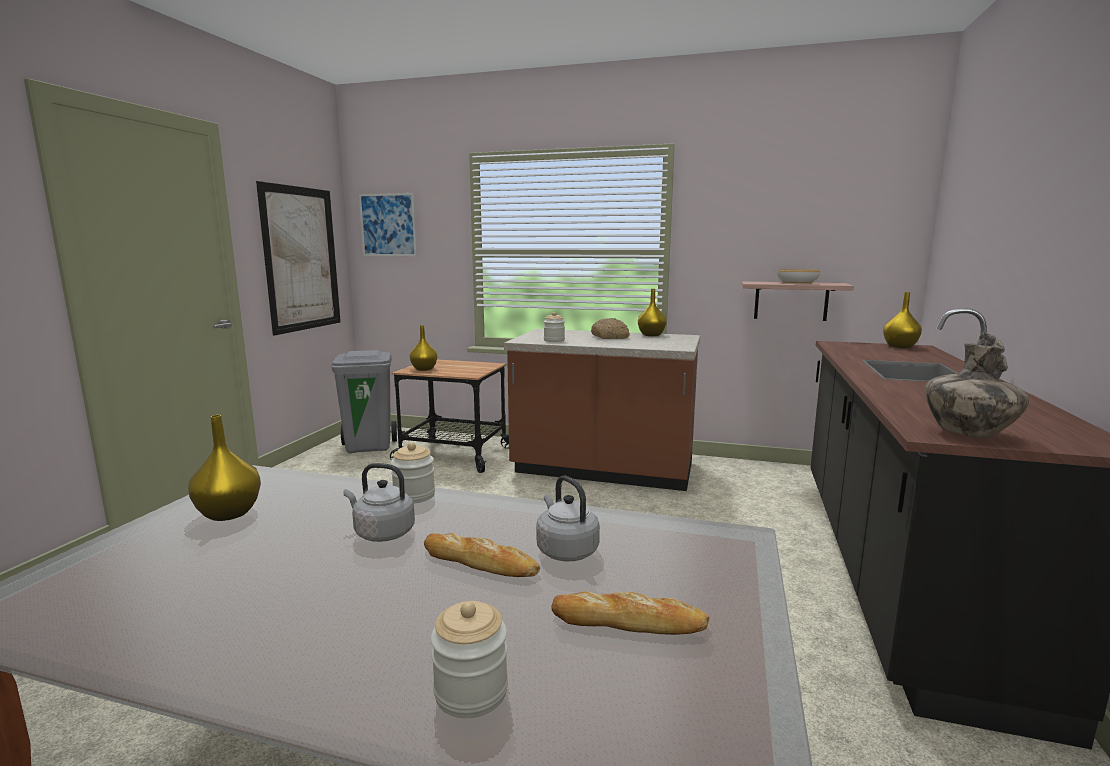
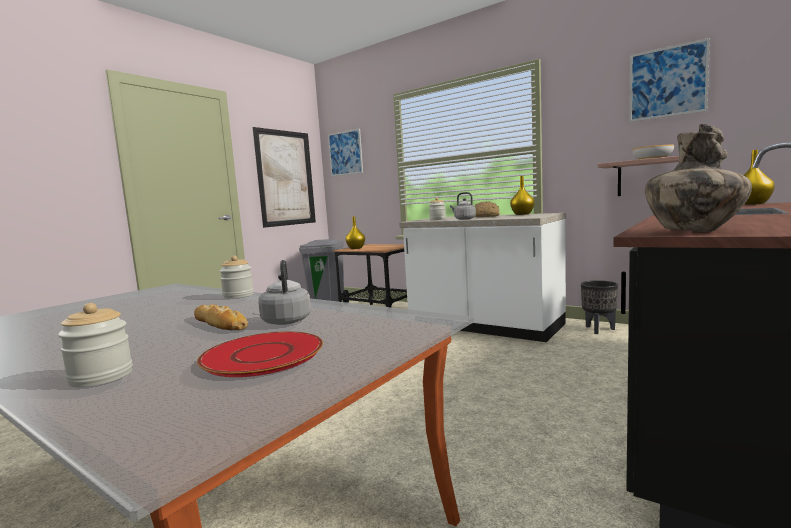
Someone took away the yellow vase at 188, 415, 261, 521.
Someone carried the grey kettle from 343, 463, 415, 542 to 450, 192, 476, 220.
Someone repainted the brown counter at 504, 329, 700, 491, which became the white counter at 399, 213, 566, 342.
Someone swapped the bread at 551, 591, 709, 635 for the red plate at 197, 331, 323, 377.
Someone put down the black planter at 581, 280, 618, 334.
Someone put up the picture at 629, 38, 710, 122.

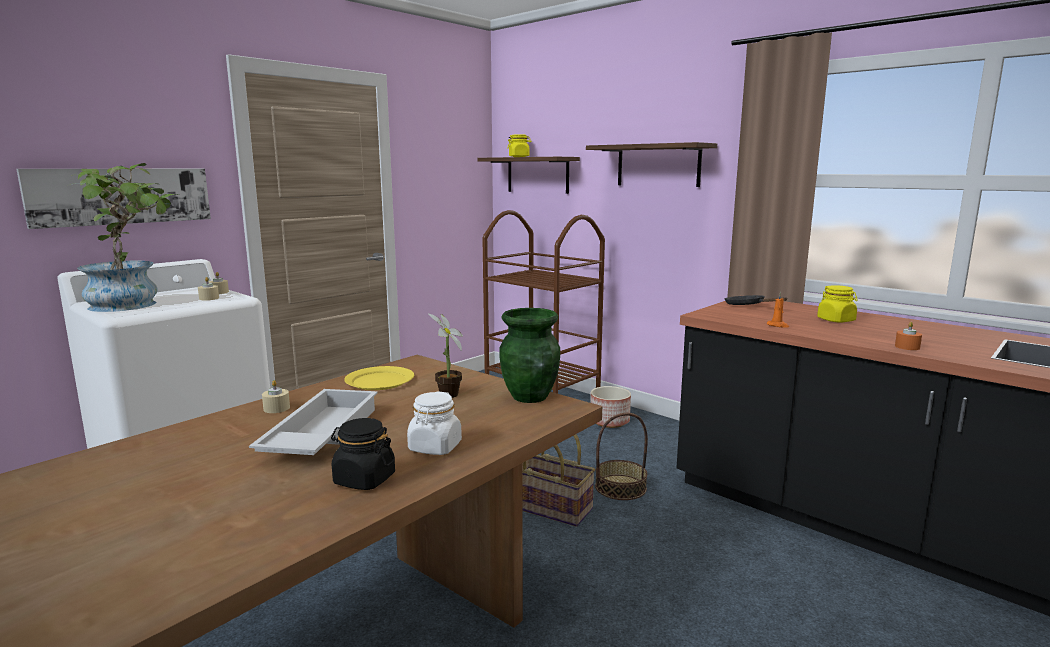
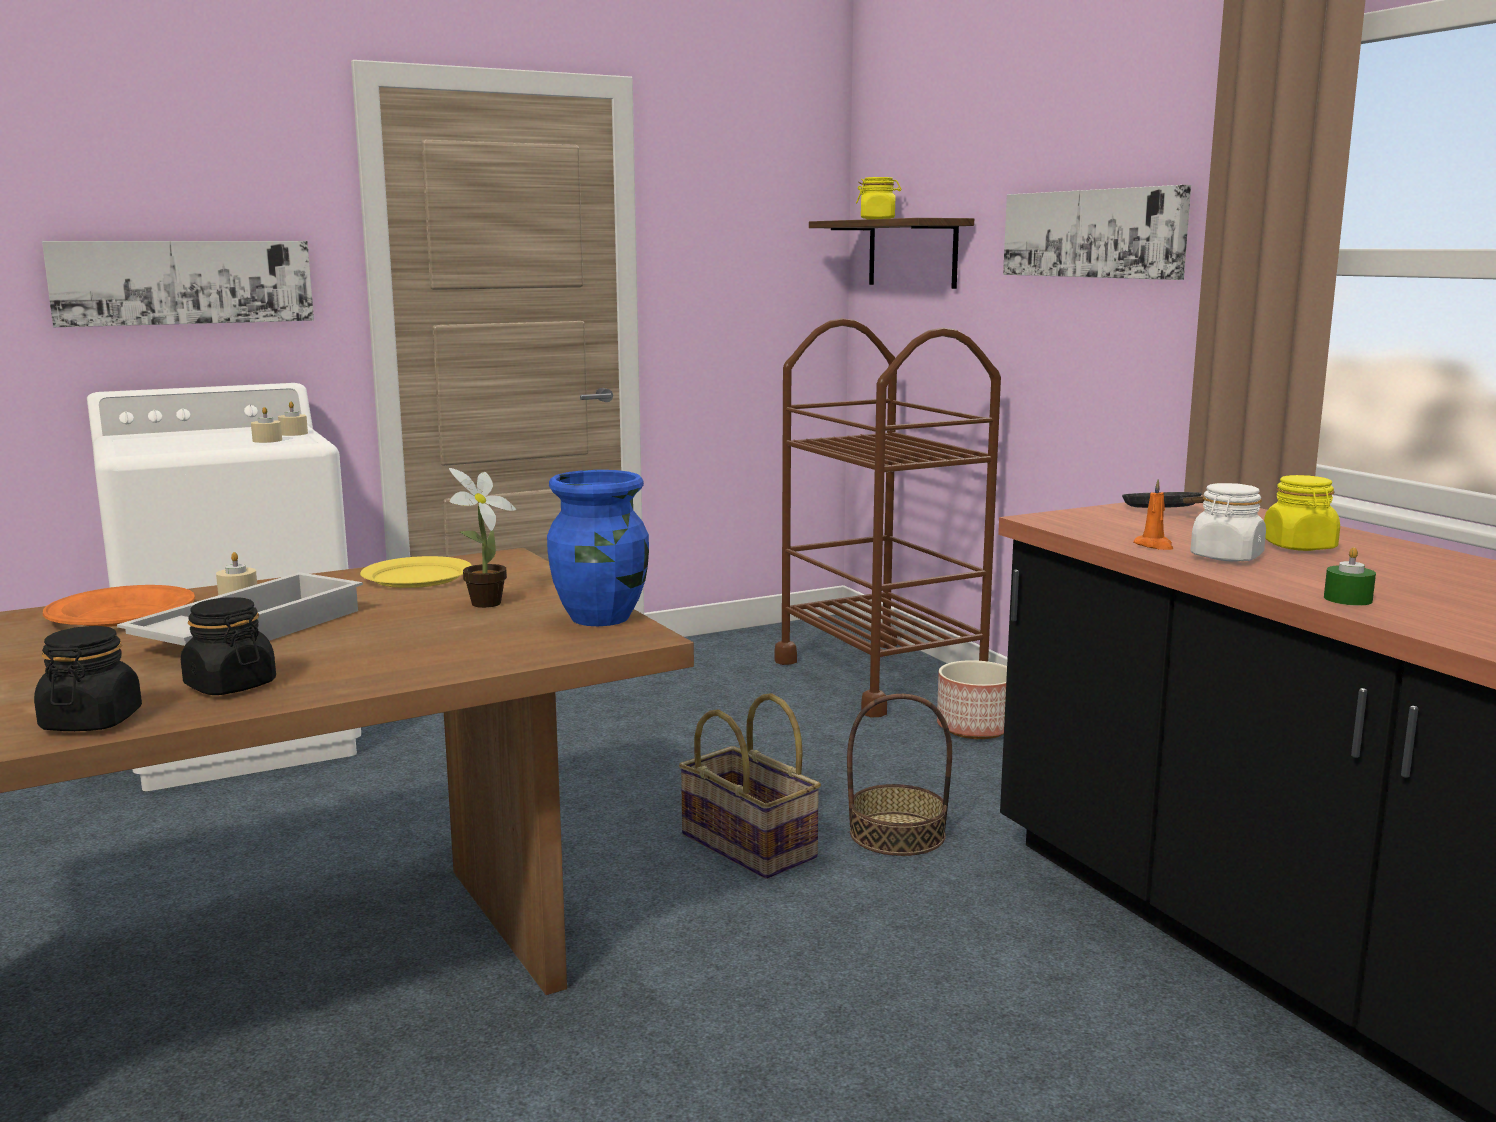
Someone took away the potted plant at 70, 163, 179, 312.
Someone carried the white jar from 407, 391, 462, 455 to 1190, 483, 1266, 561.
Someone repainted the green vase at 500, 308, 560, 403, which became the blue vase at 547, 470, 649, 626.
Someone swapped the shelf at 586, 142, 717, 187 for the picture at 1003, 185, 1191, 280.
Someone repainted the orange candle at 895, 322, 922, 350, which became the green candle at 1324, 547, 1376, 606.
Someone put down the black jar at 34, 626, 142, 731.
Someone put down the orange plate at 43, 585, 195, 627.

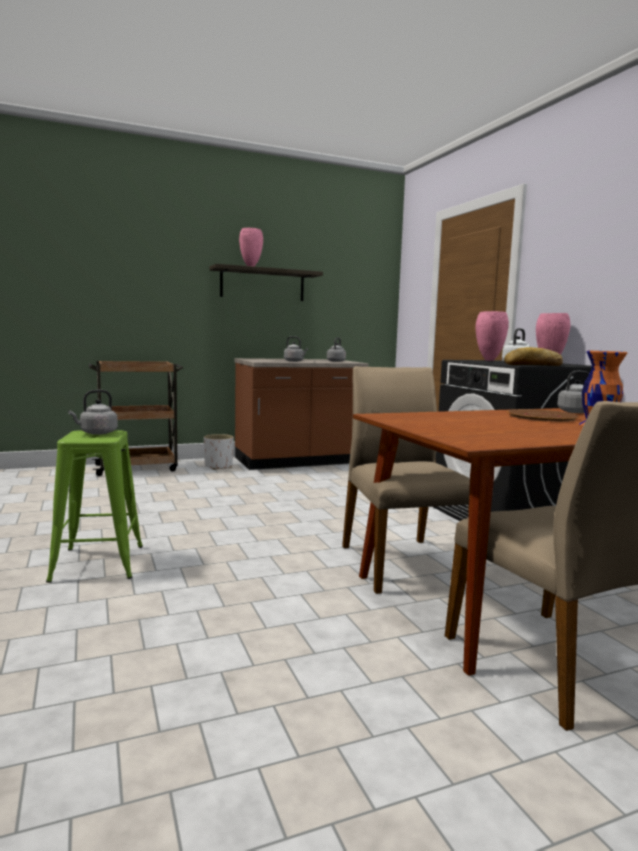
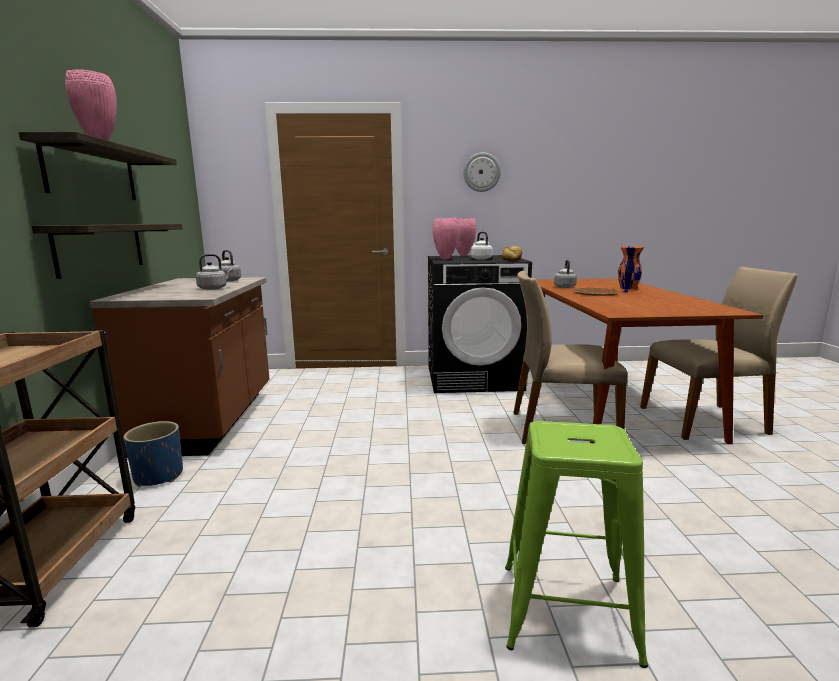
Someone took away the grey kettle at 68, 390, 118, 435.
Someone repainted the white planter at 204, 434, 234, 470, which became the blue planter at 123, 421, 183, 487.
Someone put up the shelf at 32, 224, 182, 279.
Someone put up the wall clock at 464, 152, 501, 192.

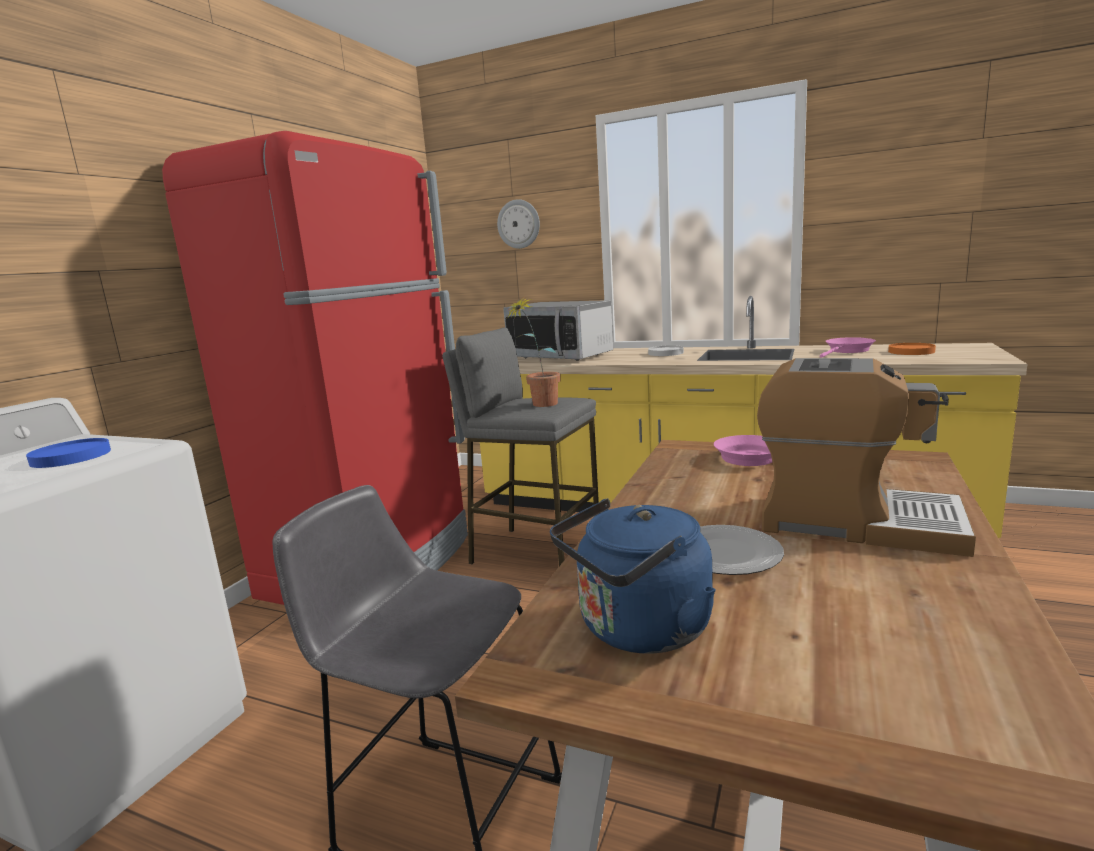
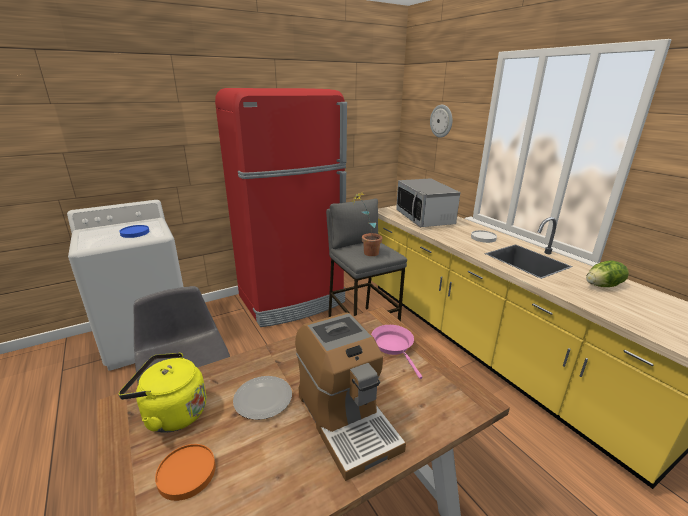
Someone repainted the blue kettle at 550, 498, 716, 653, which became the yellow kettle at 119, 353, 206, 433.
Someone swapped the pink frying pan at 820, 337, 876, 358 for the lettuce at 586, 261, 629, 287.
Someone carried the orange plate from 888, 343, 936, 355 to 155, 444, 216, 501.

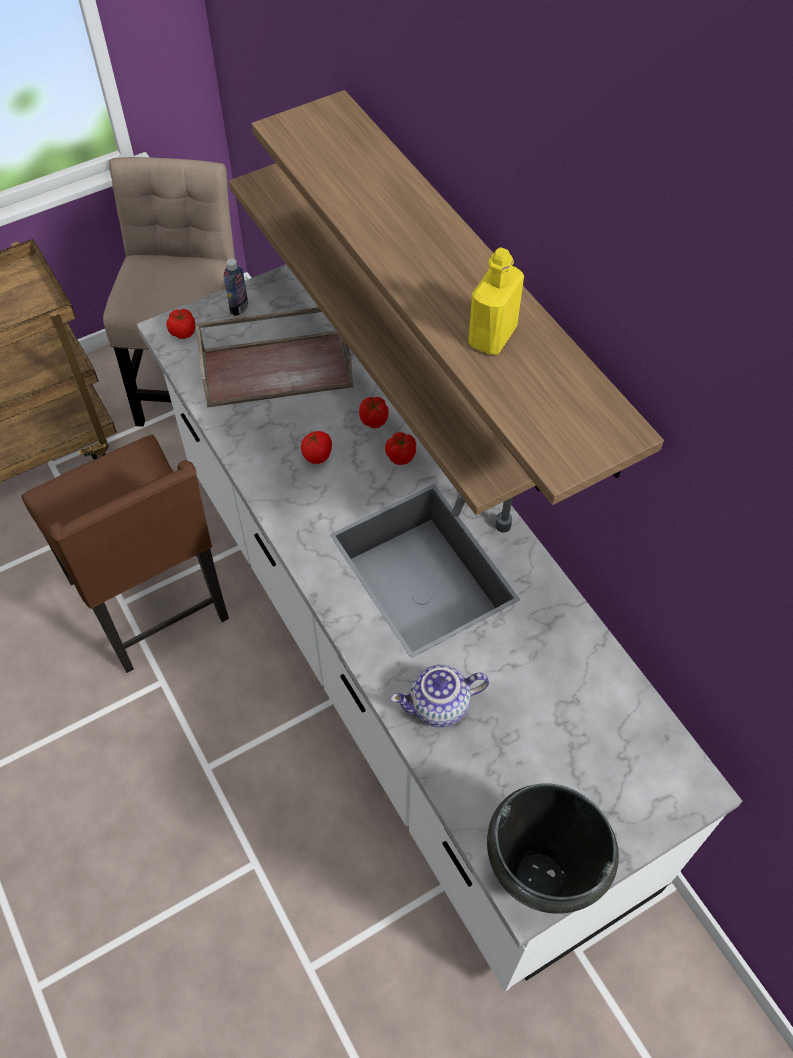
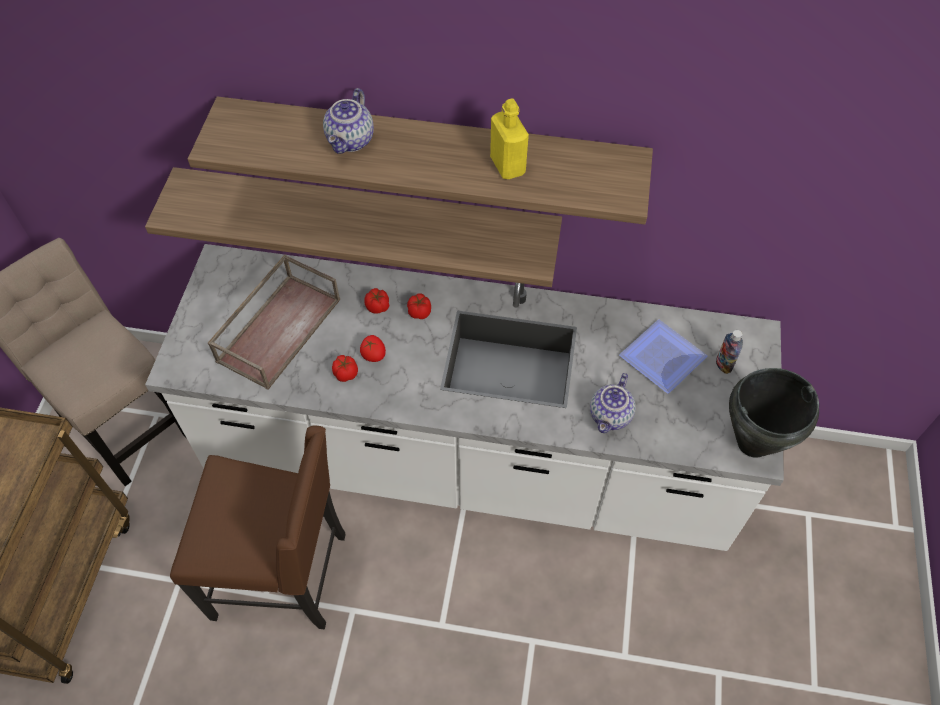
Someone carried the tomato from 166, 309, 195, 339 to 332, 355, 358, 382.
Someone carried the bottle from 224, 258, 248, 316 to 716, 330, 743, 374.
Someone put down the teapot at 323, 88, 374, 154.
Someone put down the plate at 619, 320, 707, 394.

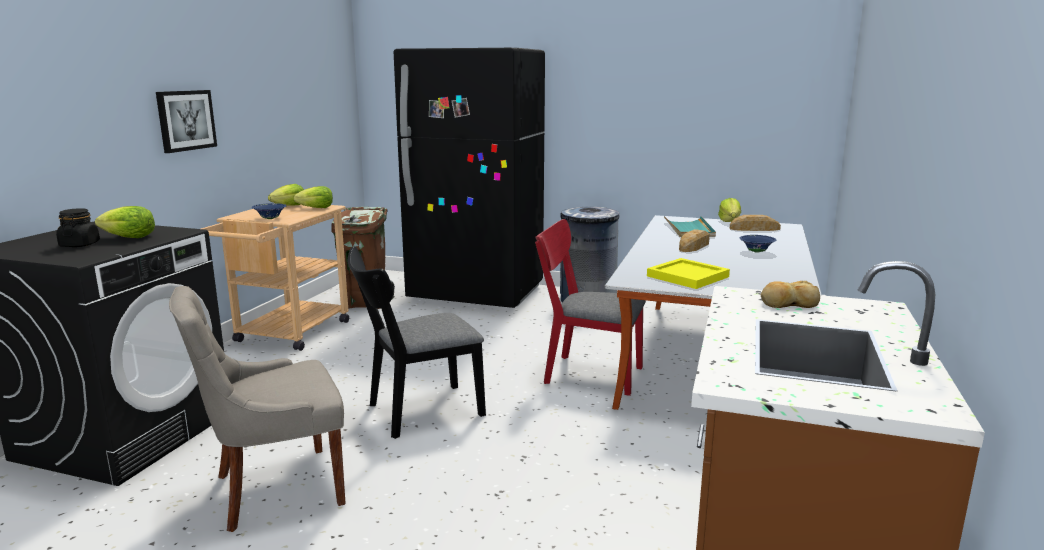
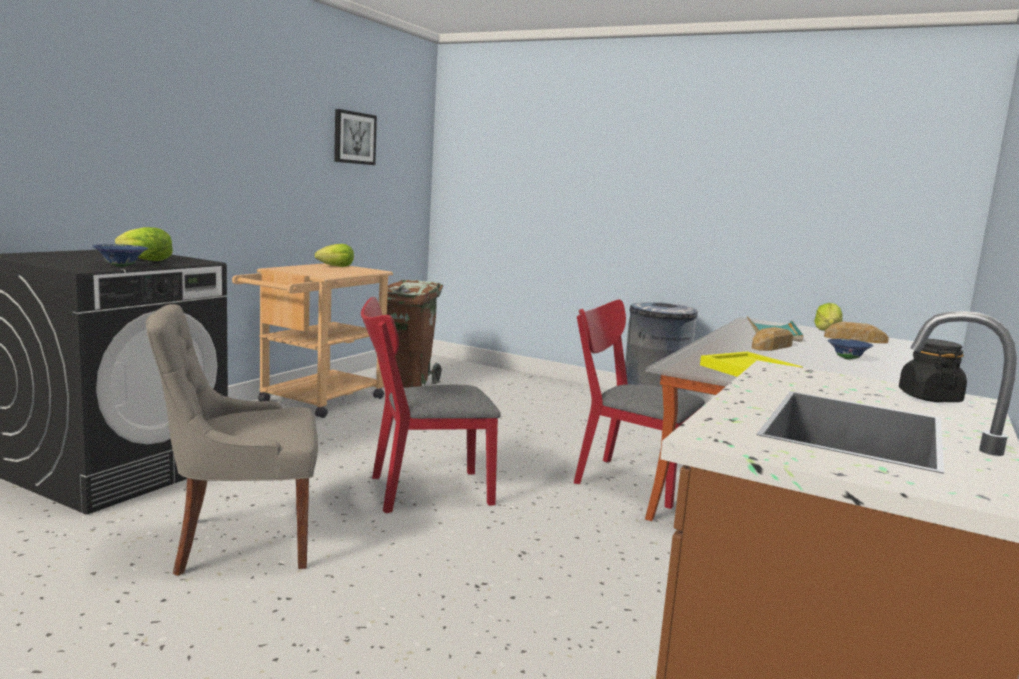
Someone carried the black jar from 56, 208, 100, 247 to 899, 339, 967, 402.
Someone carried the picture from 156, 90, 217, 153 to 334, 109, 377, 165.
Someone carried the blue bowl from 252, 203, 286, 219 to 92, 244, 148, 267.
Someone took away the lettuce at 293, 186, 333, 208.
Someone repainted the black chair at 348, 246, 486, 439, which became the red chair at 361, 297, 501, 513.
Someone took away the black fridge at 394, 48, 545, 308.
Someone took away the bread at 761, 281, 820, 308.

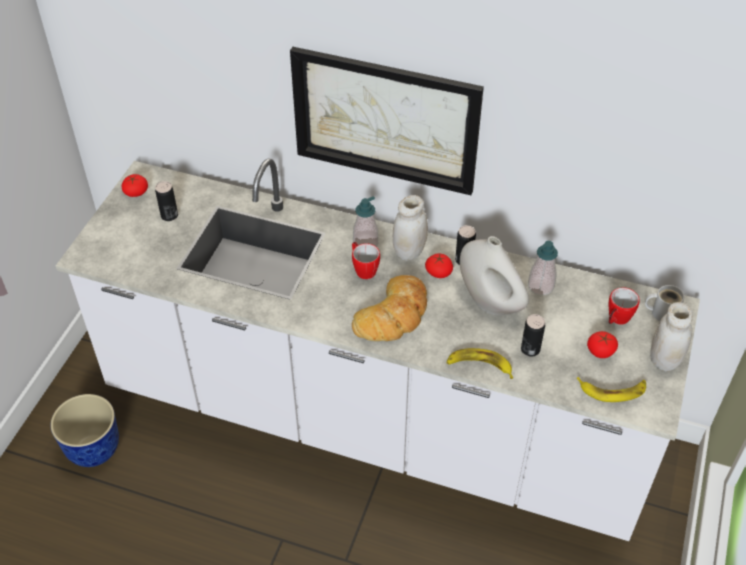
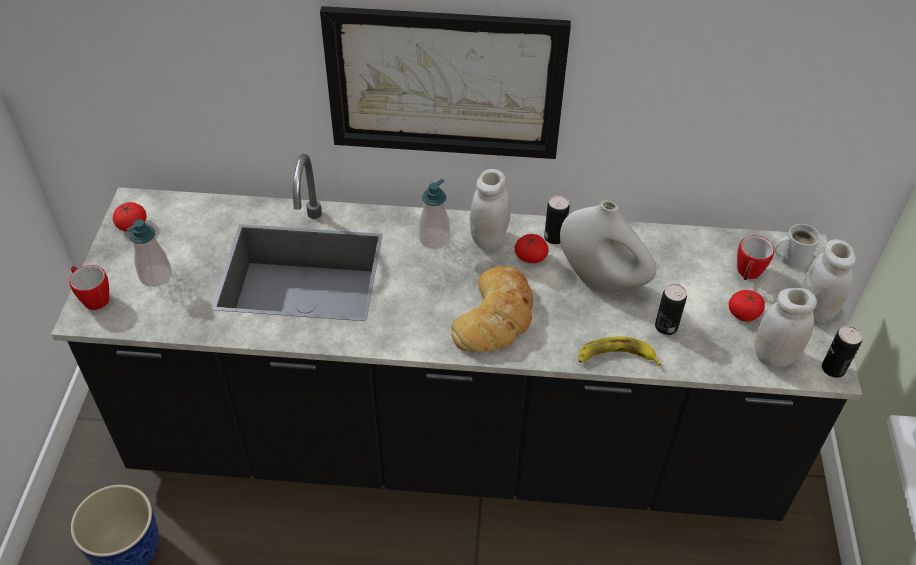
Someone repainted the white counter at 56, 158, 700, 541, which became the black counter at 51, 154, 862, 521.
Someone carried the can from 155, 181, 178, 221 to 822, 326, 862, 378.
Someone carried the mug from 352, 242, 380, 279 to 69, 265, 109, 310.
Someone carried the soap dispenser from 528, 241, 558, 295 to 126, 219, 172, 287.
Someone swapped the banana at 577, 377, 646, 402 for the white jar at 755, 288, 817, 367.

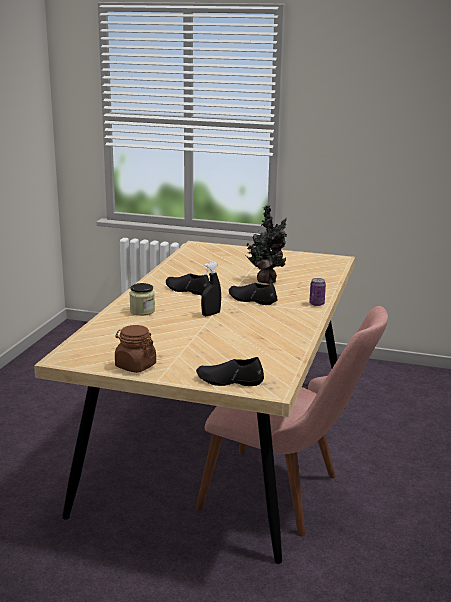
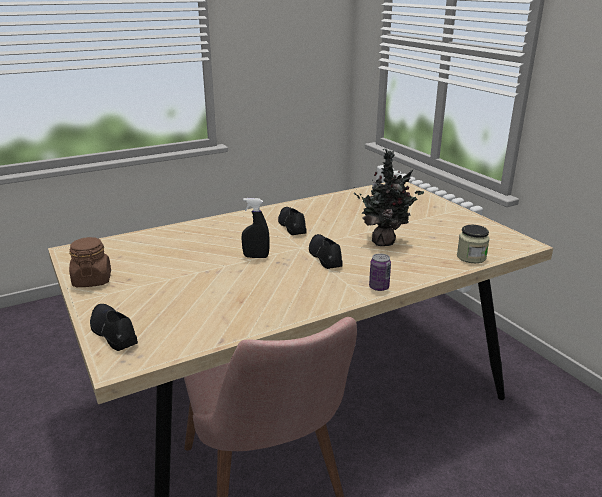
Someone carried the jar from 129, 283, 155, 316 to 457, 225, 490, 263.

